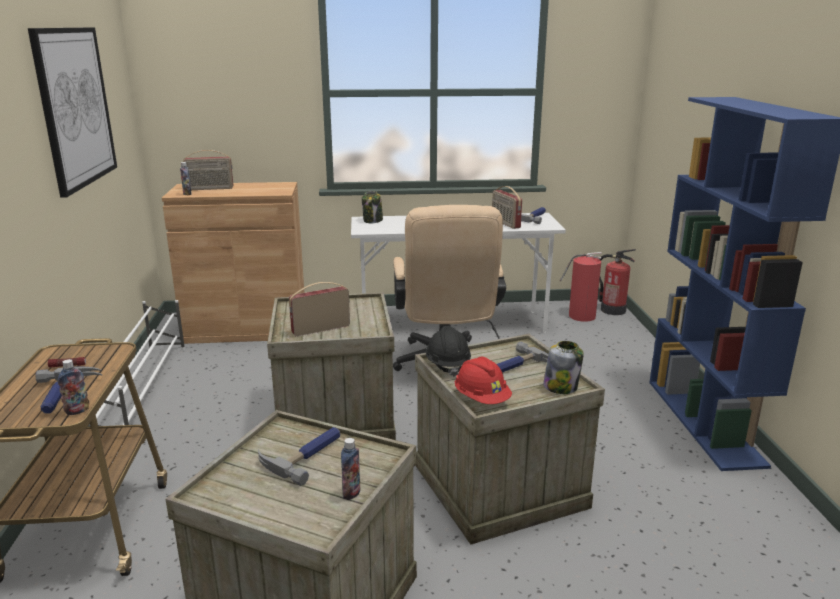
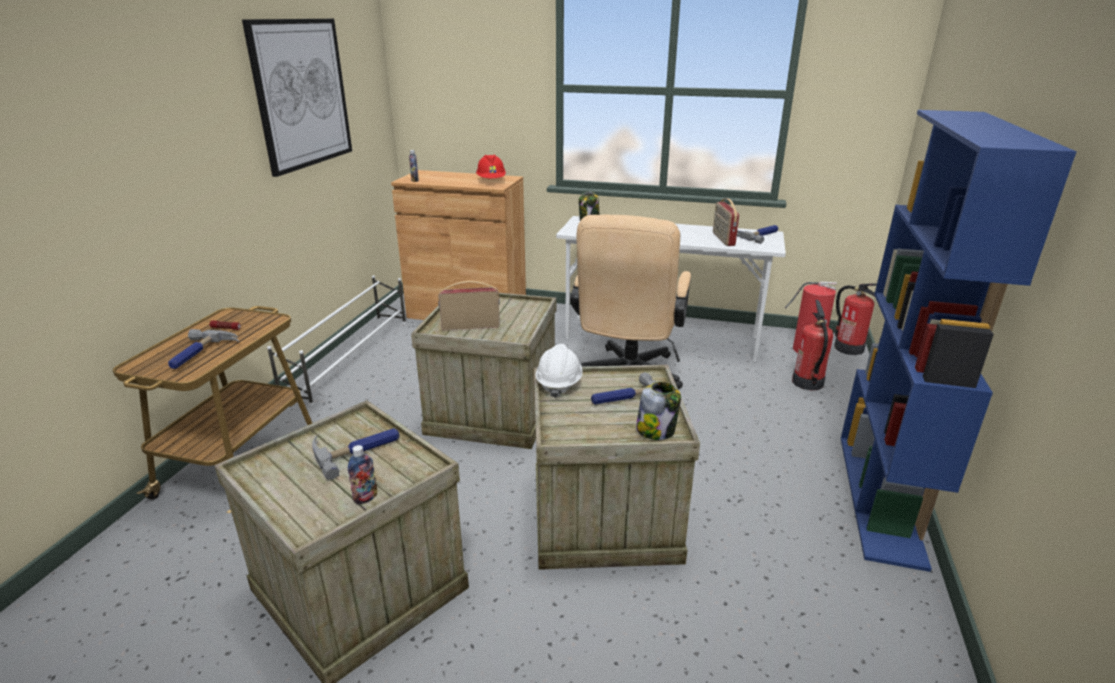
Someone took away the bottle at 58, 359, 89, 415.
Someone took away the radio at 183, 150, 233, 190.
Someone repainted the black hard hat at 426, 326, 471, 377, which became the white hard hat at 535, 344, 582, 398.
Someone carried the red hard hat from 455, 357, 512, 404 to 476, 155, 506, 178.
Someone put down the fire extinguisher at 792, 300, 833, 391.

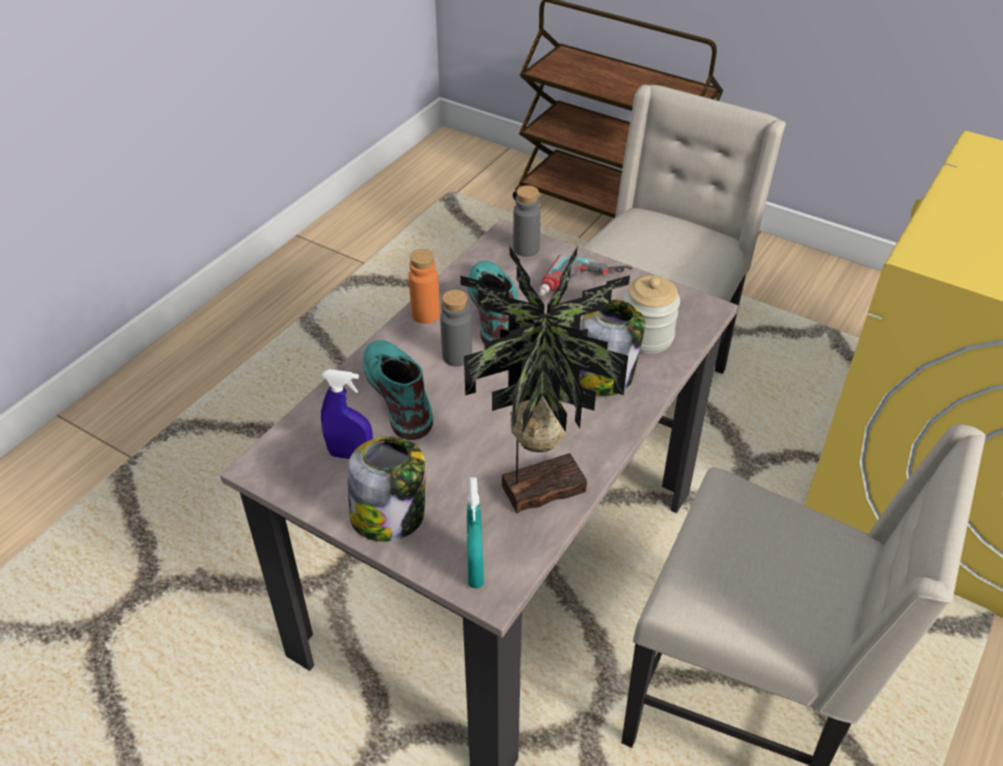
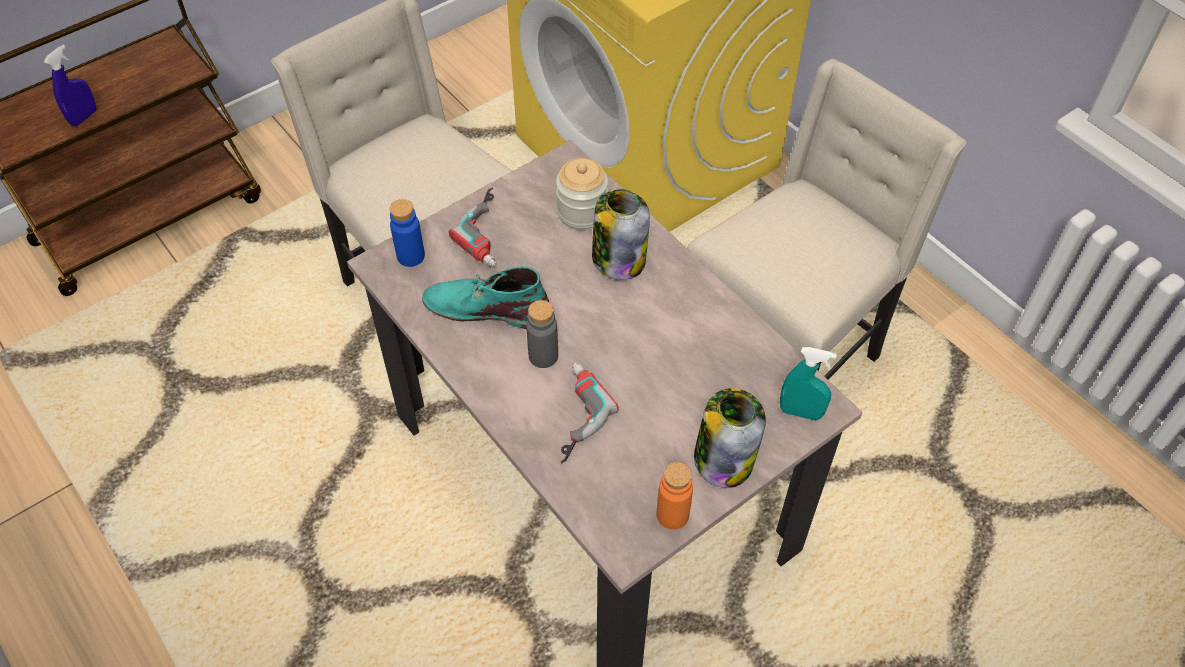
Someone carried the blue spray bottle from 321, 369, 373, 459 to 44, 45, 96, 126.
Someone swapped the turquoise boot at 363, 340, 433, 440 for the power drill at 561, 363, 619, 464.
Someone carried the orange bottle from 409, 249, 440, 324 to 656, 462, 693, 530.
Someone took away the potted plant at 460, 247, 630, 514.
Someone repainted the grey bottle at 513, 185, 541, 257, which became the blue bottle at 389, 199, 425, 267.

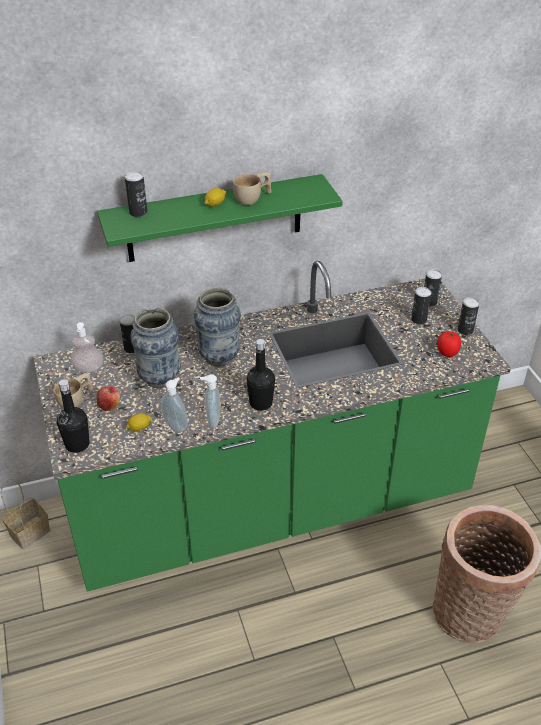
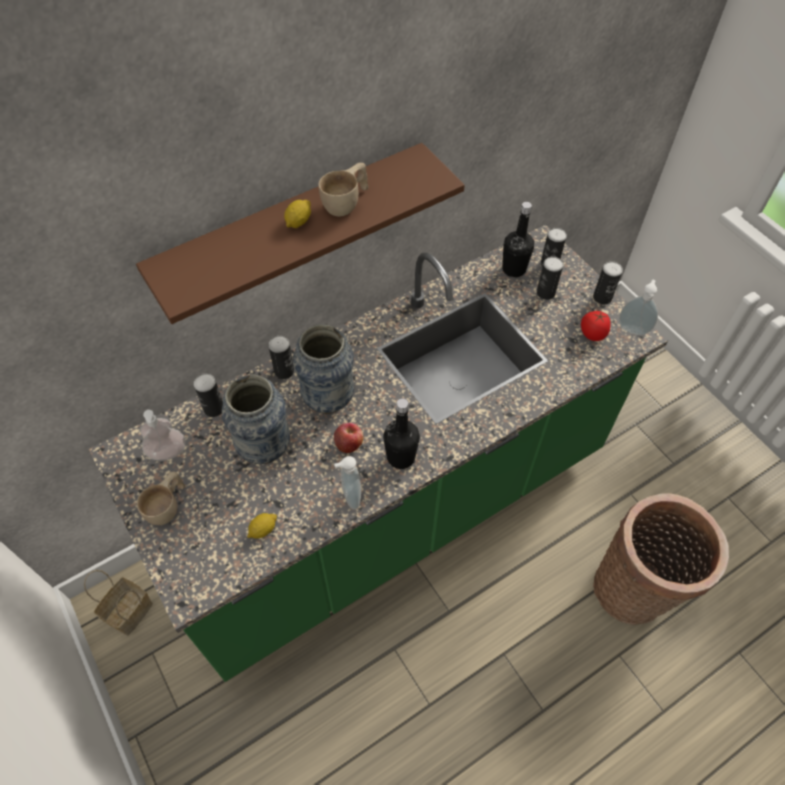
Someone carried the black bottle from 57, 379, 90, 453 to 502, 202, 534, 277.
Someone repainted the green shelf at 97, 174, 343, 262, which became the brown shelf at 136, 143, 465, 324.
Someone carried the apple from 97, 386, 120, 411 to 334, 423, 364, 453.
Someone carried the can from 125, 171, 148, 217 to 268, 336, 294, 379.
Someone carried the soap dispenser from 161, 377, 188, 432 to 619, 279, 658, 335.

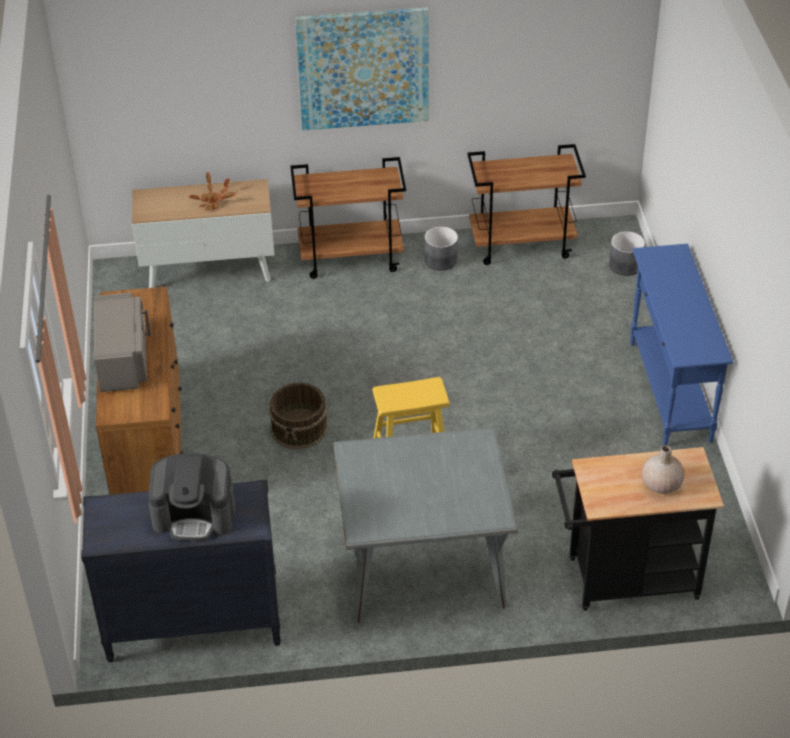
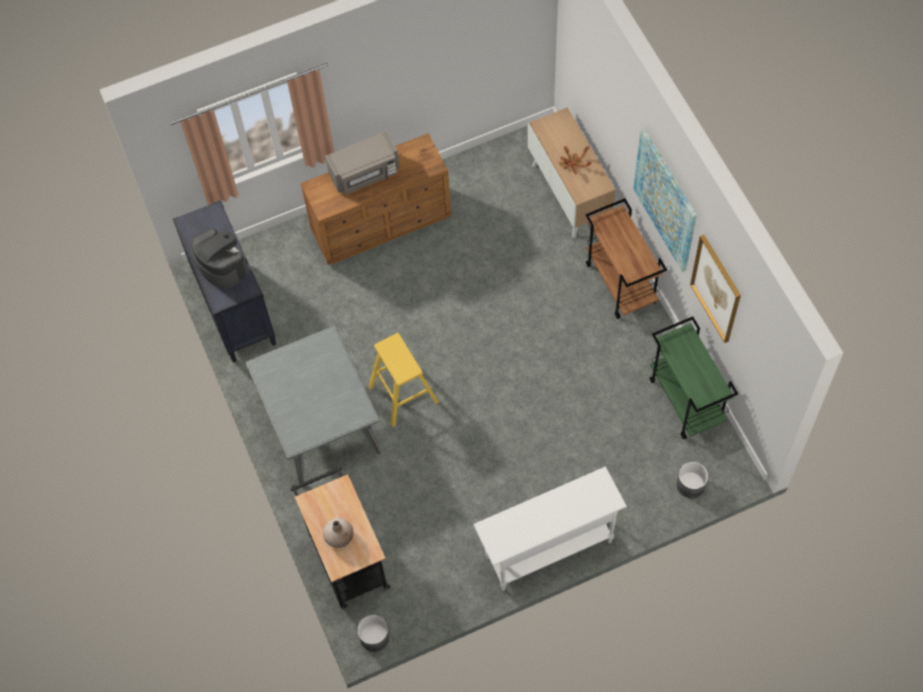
Someone rotated the coffee machine at 148, 453, 235, 541 by 150 degrees clockwise.
Someone took away the brown bucket at 269, 382, 328, 449.
Someone carried the grey planter from 424, 226, 458, 270 to 357, 615, 390, 652.
Someone repainted the brown cart at 467, 144, 586, 265, which became the green cart at 649, 317, 738, 439.
Someone repainted the blue console table at 630, 244, 734, 446, which became the white console table at 473, 466, 627, 591.
Someone put up the picture at 690, 235, 741, 343.

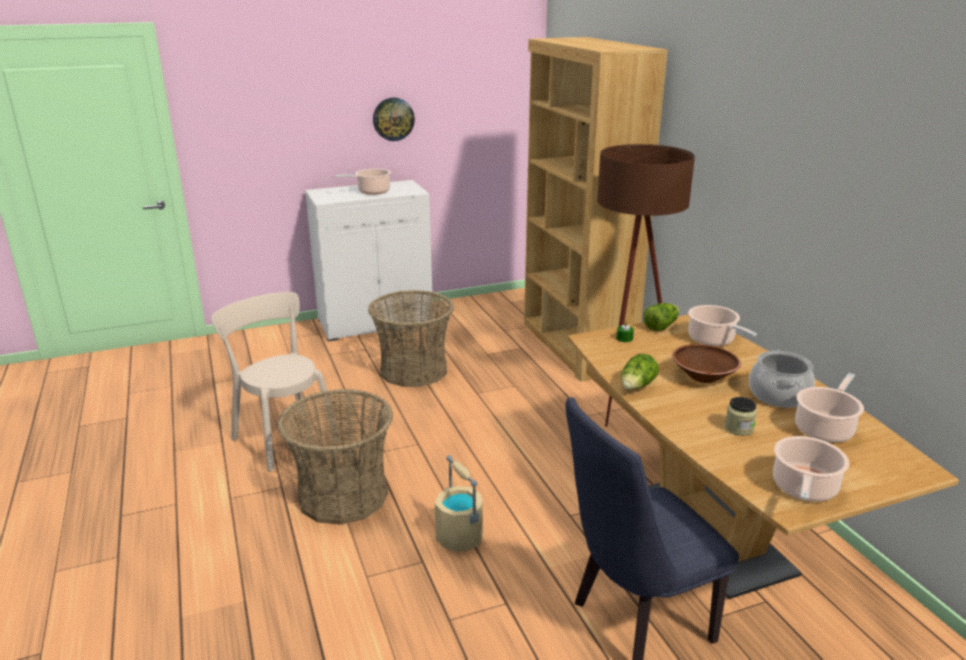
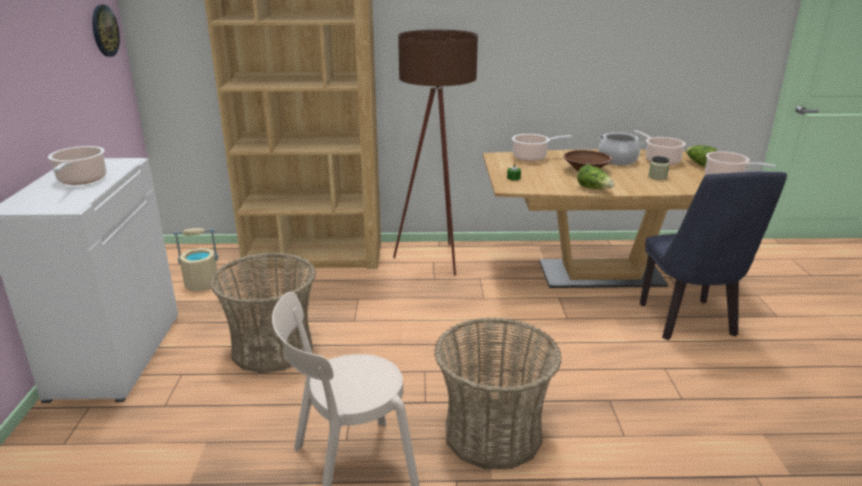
Someone carried the wall clock from 373, 98, 415, 141 to 92, 5, 120, 57.
Someone carried the beige bucket from 435, 455, 483, 552 to 173, 228, 219, 292.
Someone carried the lettuce from 643, 303, 679, 331 to 686, 145, 717, 167.

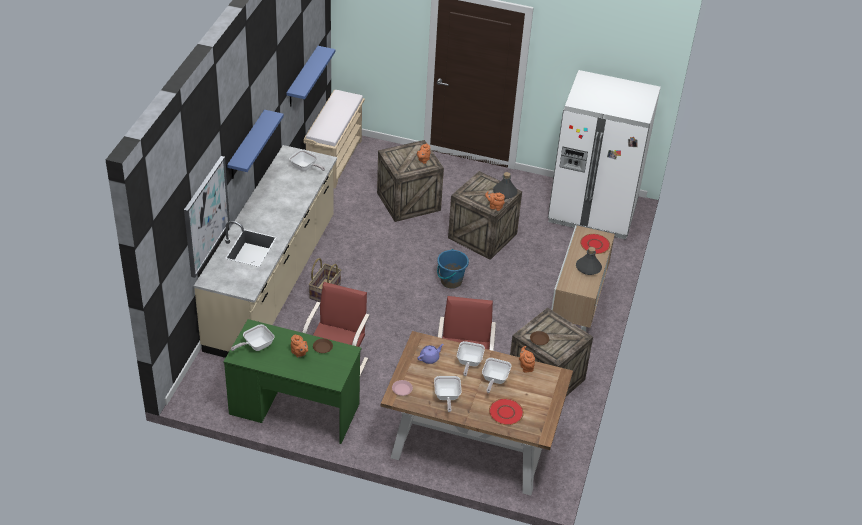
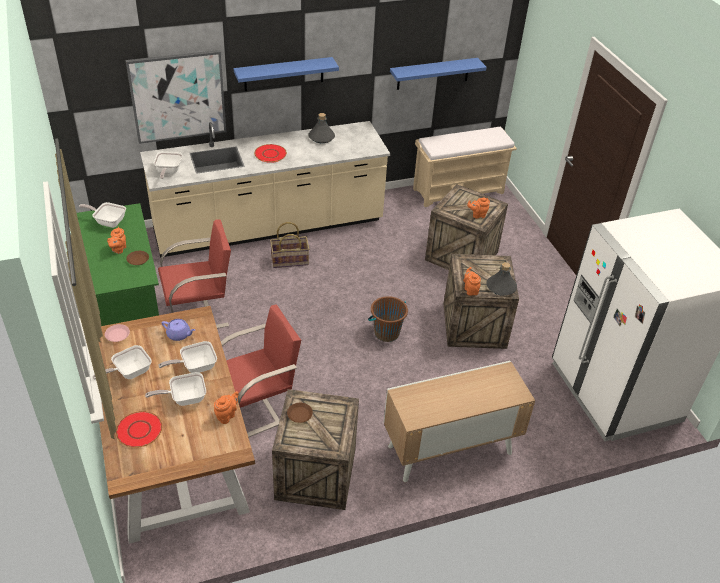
Someone carried the frying pan from 289, 149, 325, 172 to 154, 151, 182, 179.
Someone repainted the blue bucket at 437, 249, 469, 289, which became the brown bucket at 368, 296, 408, 342.
Someone carried the grey bottle from 576, 247, 602, 275 to 308, 113, 335, 143.
Someone carried the red plate from 580, 234, 610, 254 to 254, 144, 287, 163.

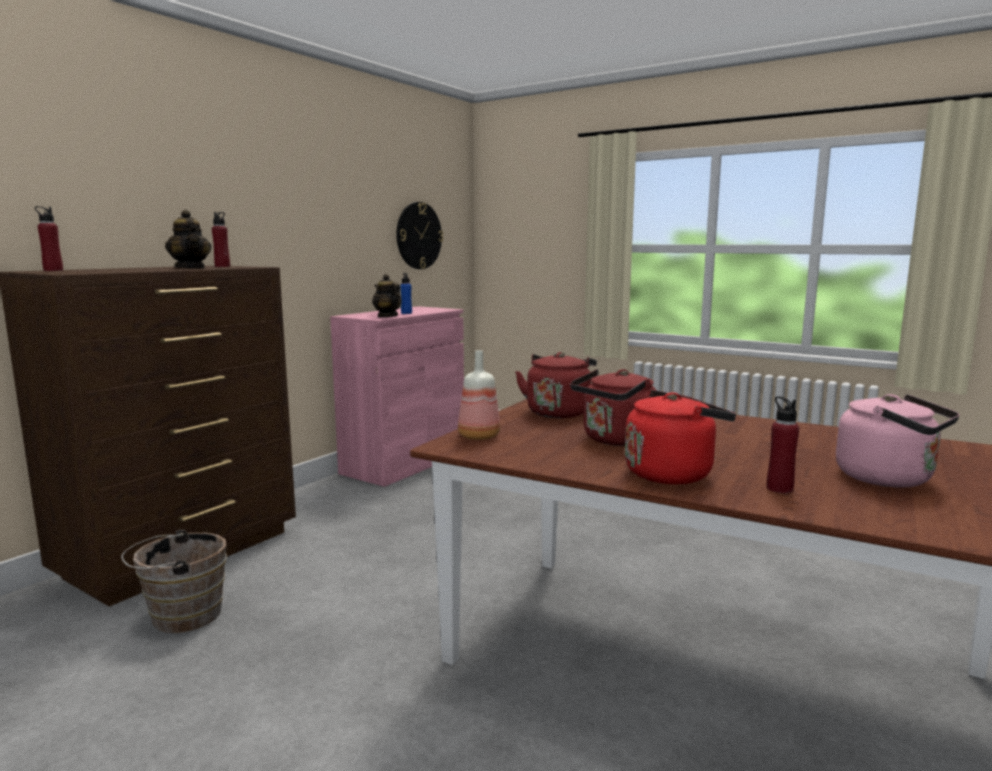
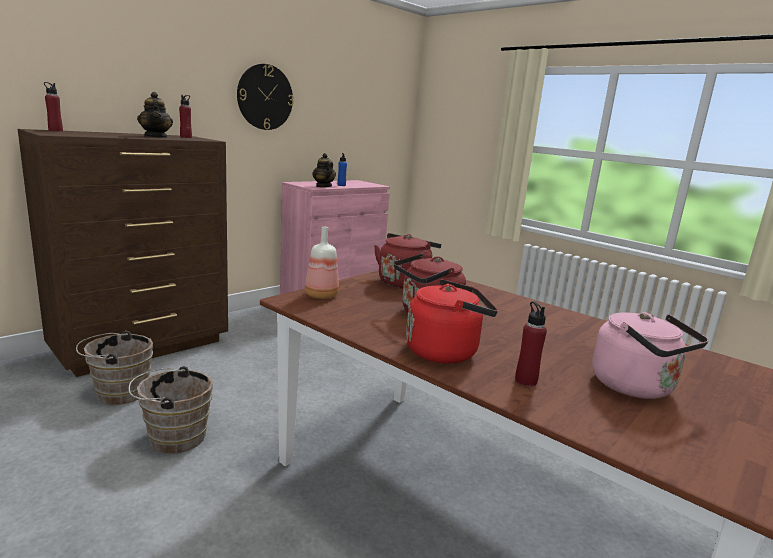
Someone carried the wall clock from 396, 202, 443, 269 to 237, 64, 294, 130.
Someone put down the brown bucket at 129, 366, 213, 454.

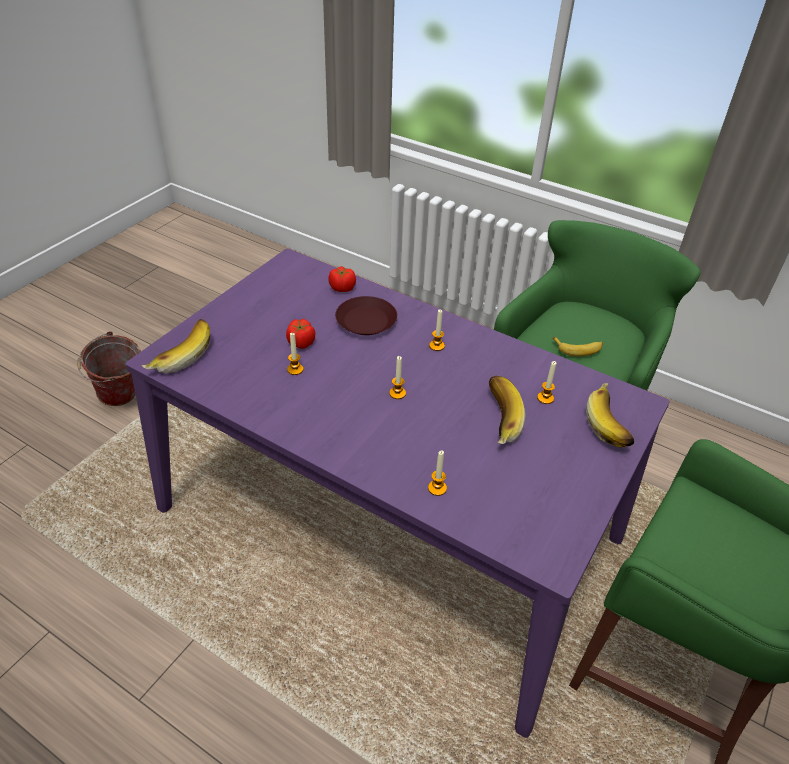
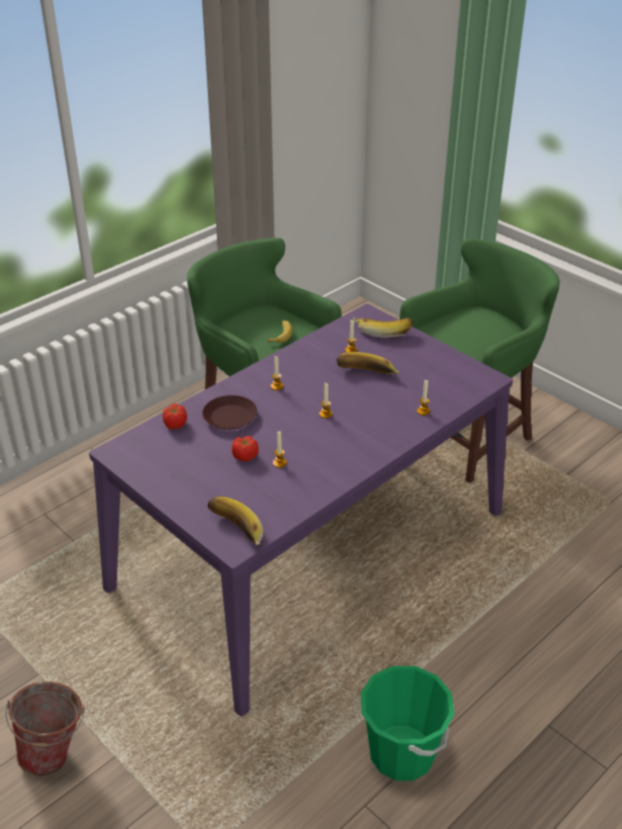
Someone put down the green bucket at 361, 666, 454, 781.

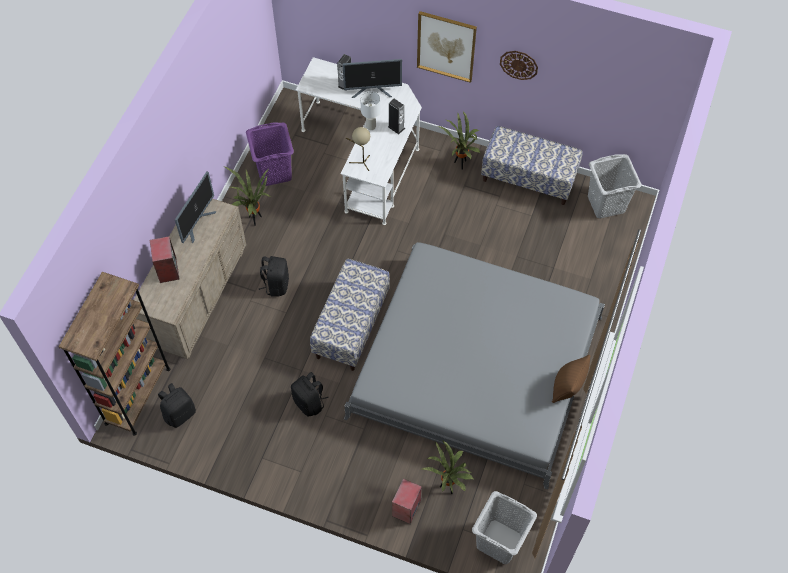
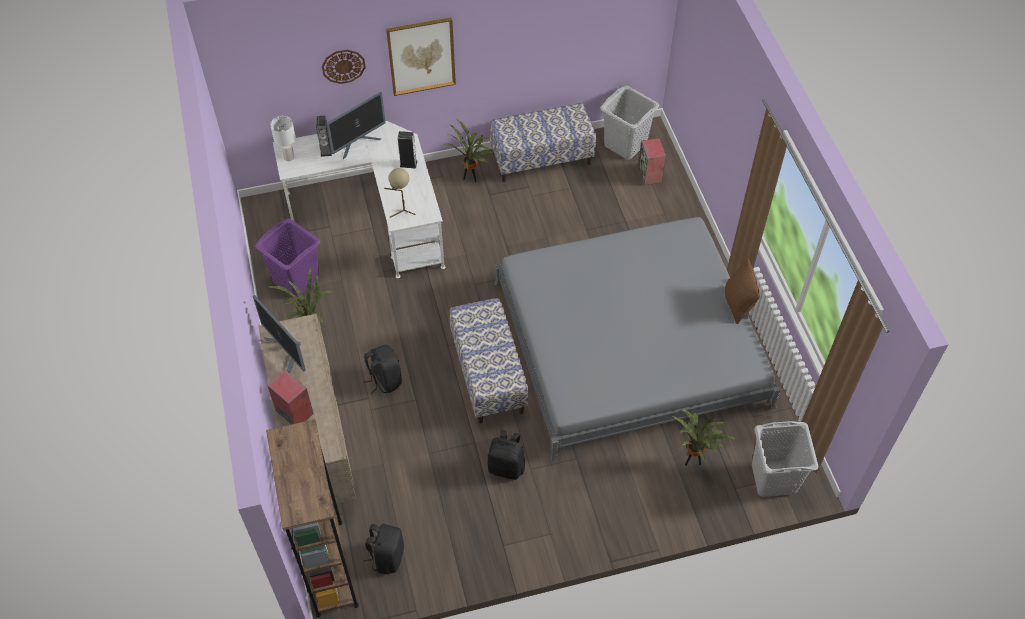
Someone rotated the monitor at 175, 171, 216, 244 by 150 degrees clockwise.
Someone carried the white table lamp from 360, 91, 380, 130 to 270, 116, 296, 161.
Someone carried the speaker from 392, 479, 422, 524 to 638, 138, 666, 185.
Someone carried the wall clock from 500, 51, 538, 80 to 322, 50, 366, 84.

